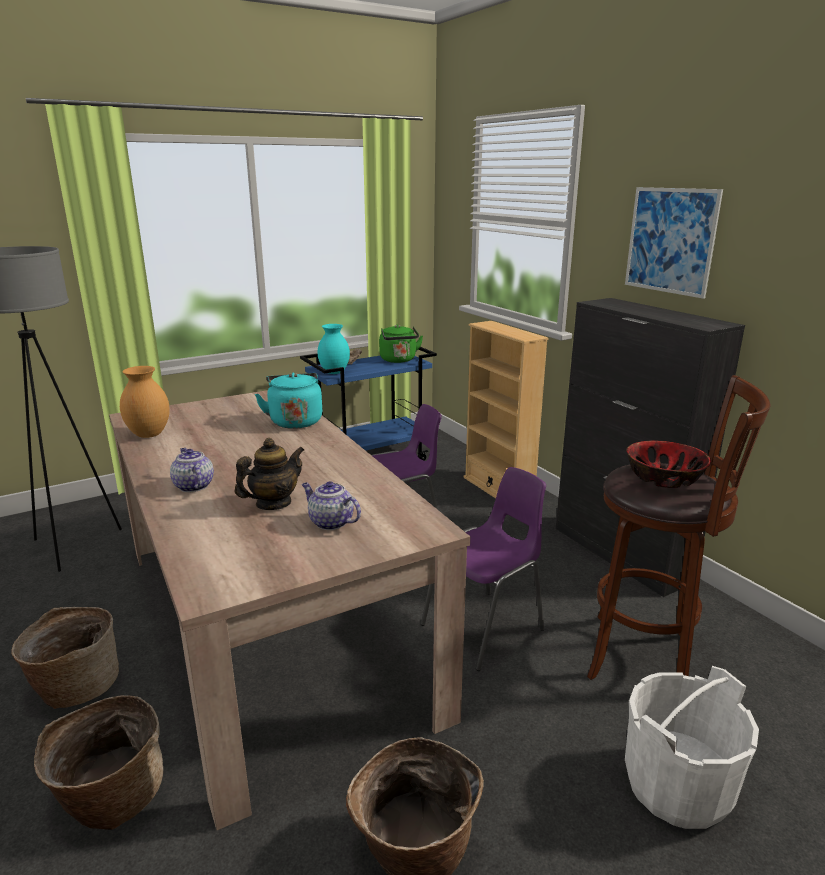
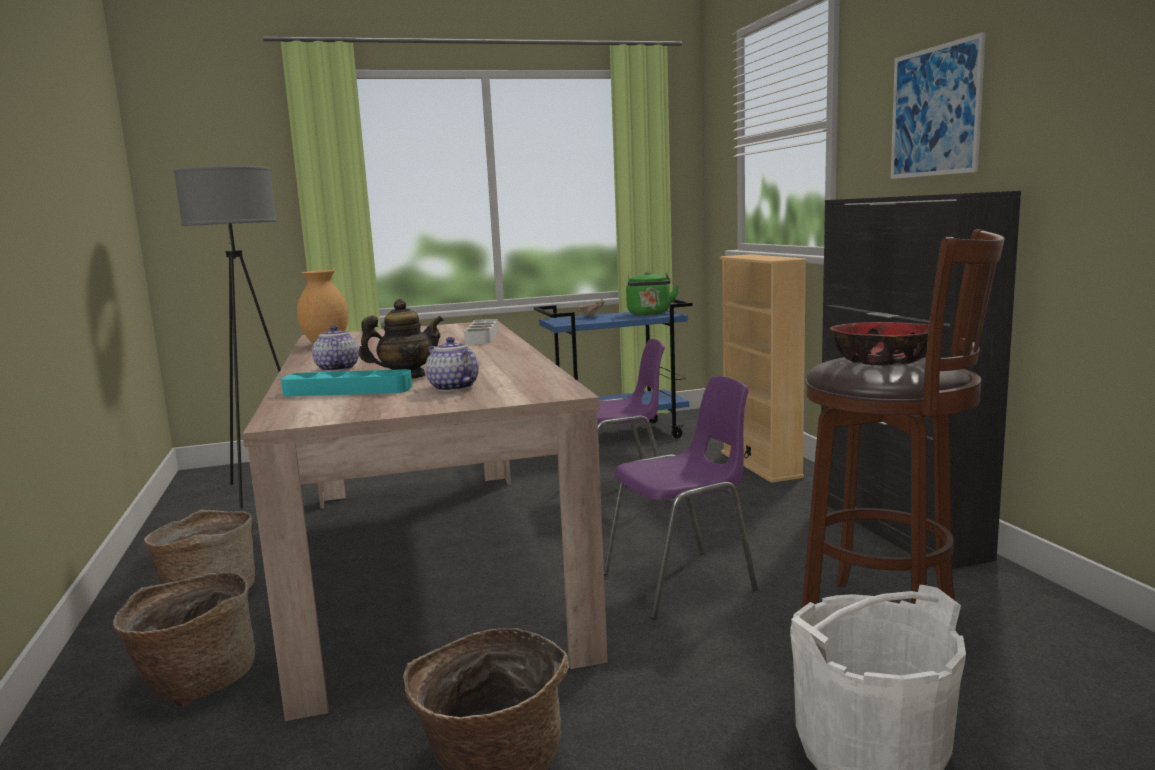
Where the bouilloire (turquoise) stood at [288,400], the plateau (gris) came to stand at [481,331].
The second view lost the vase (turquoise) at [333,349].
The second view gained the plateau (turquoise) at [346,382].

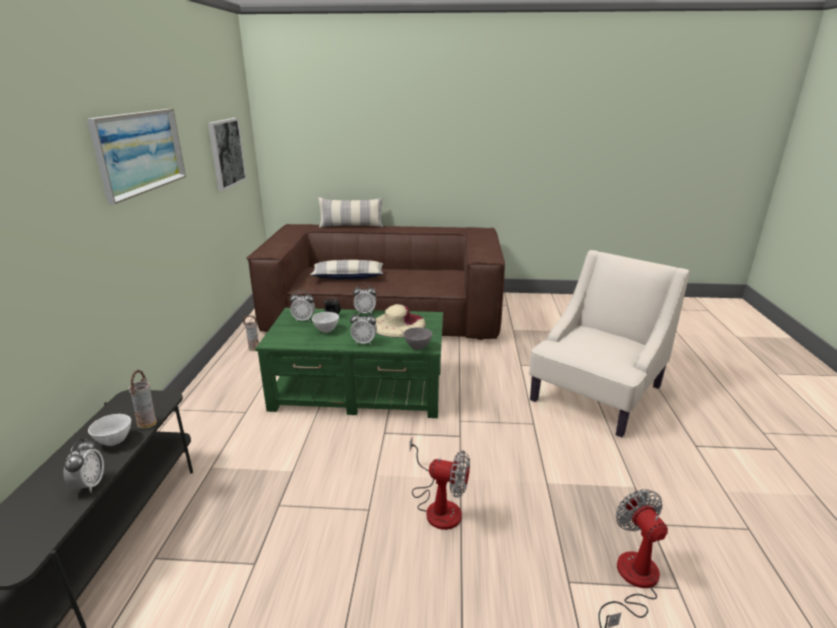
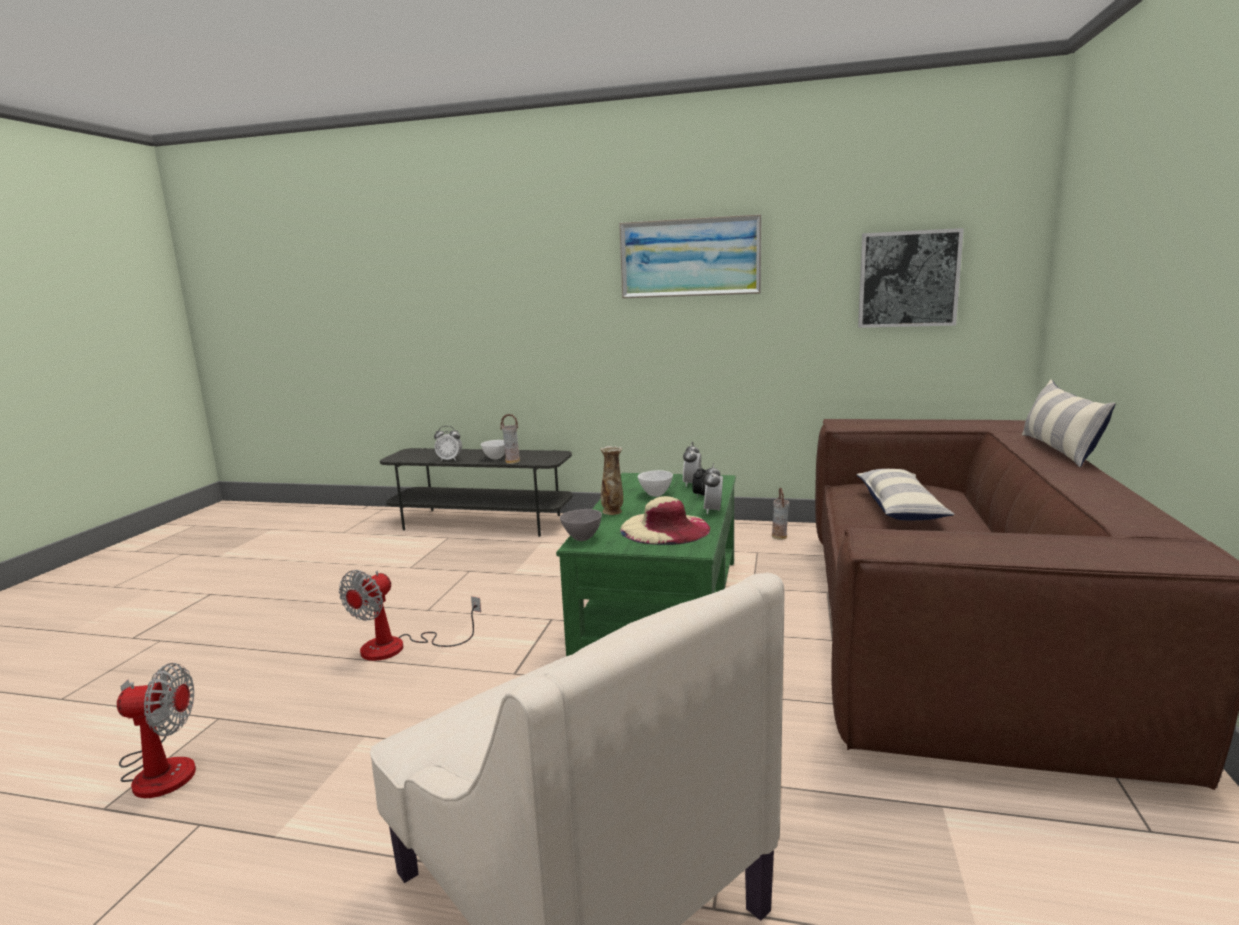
Where the réveil stood at [363,328], the vase came to stand at [611,480].

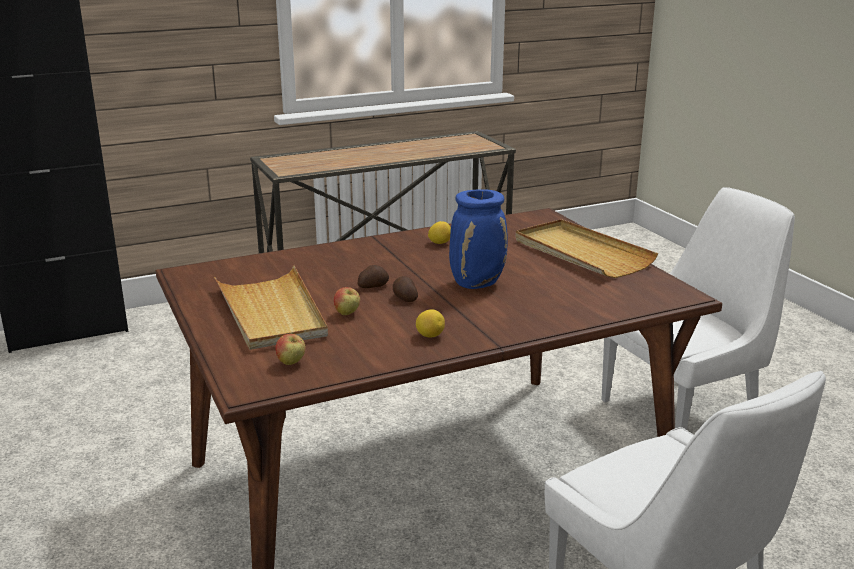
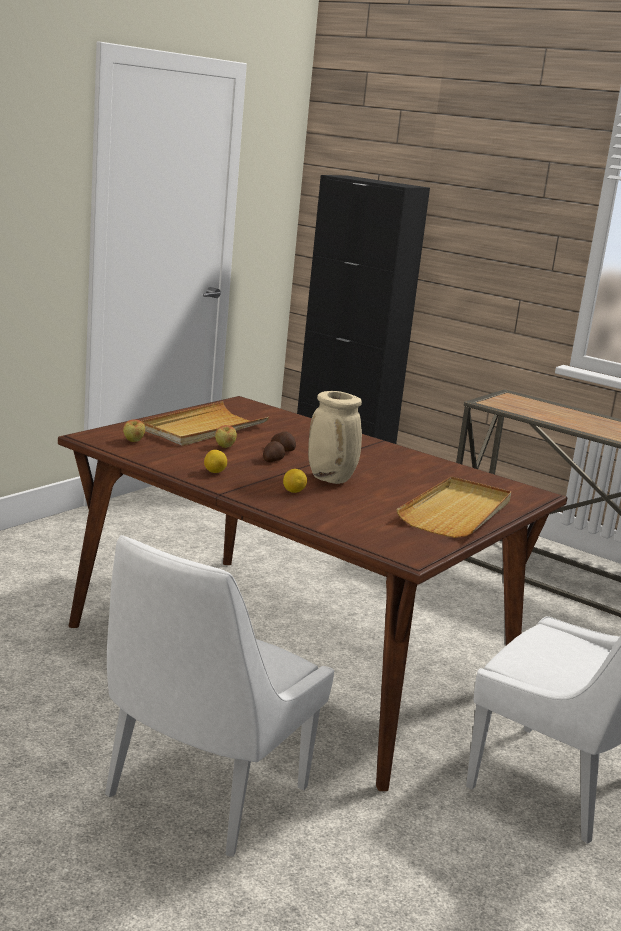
The citron ended up elsewhere, having gone from [439,232] to [295,481].
What was the vase (bleu) at [478,239] turned into the vase (beige) at [335,437].

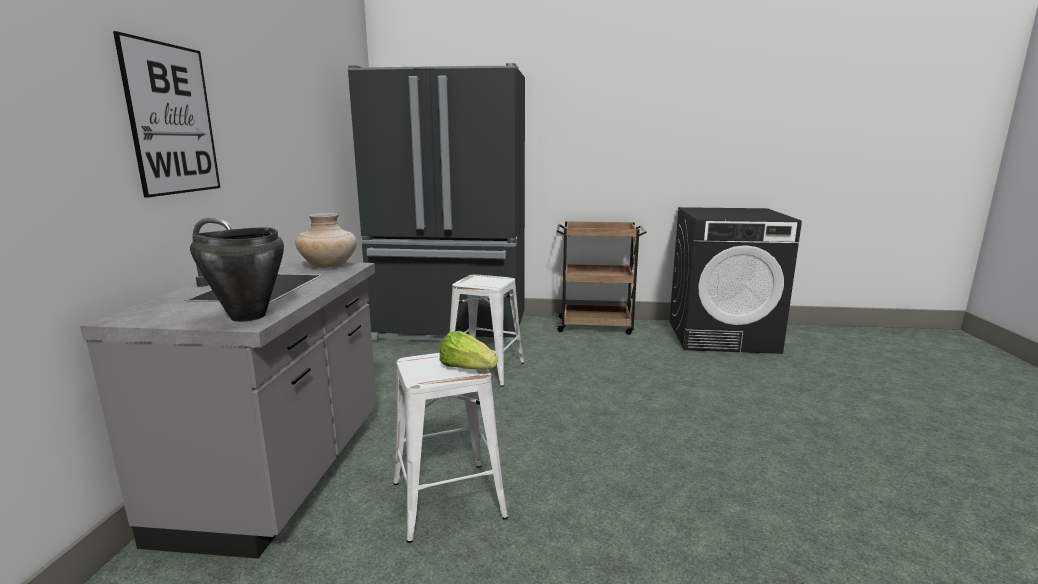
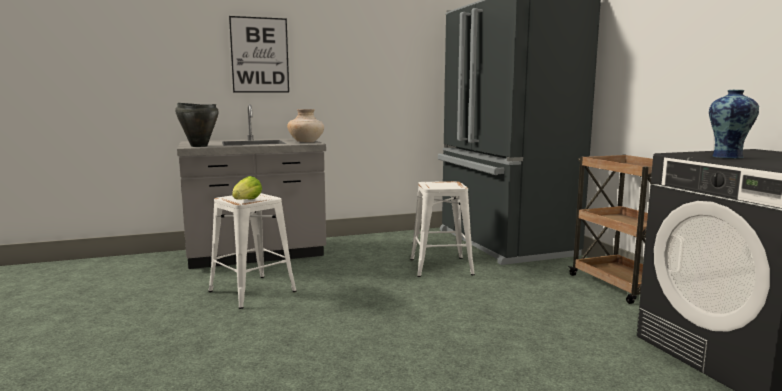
The second view gained the vase at [734,124].

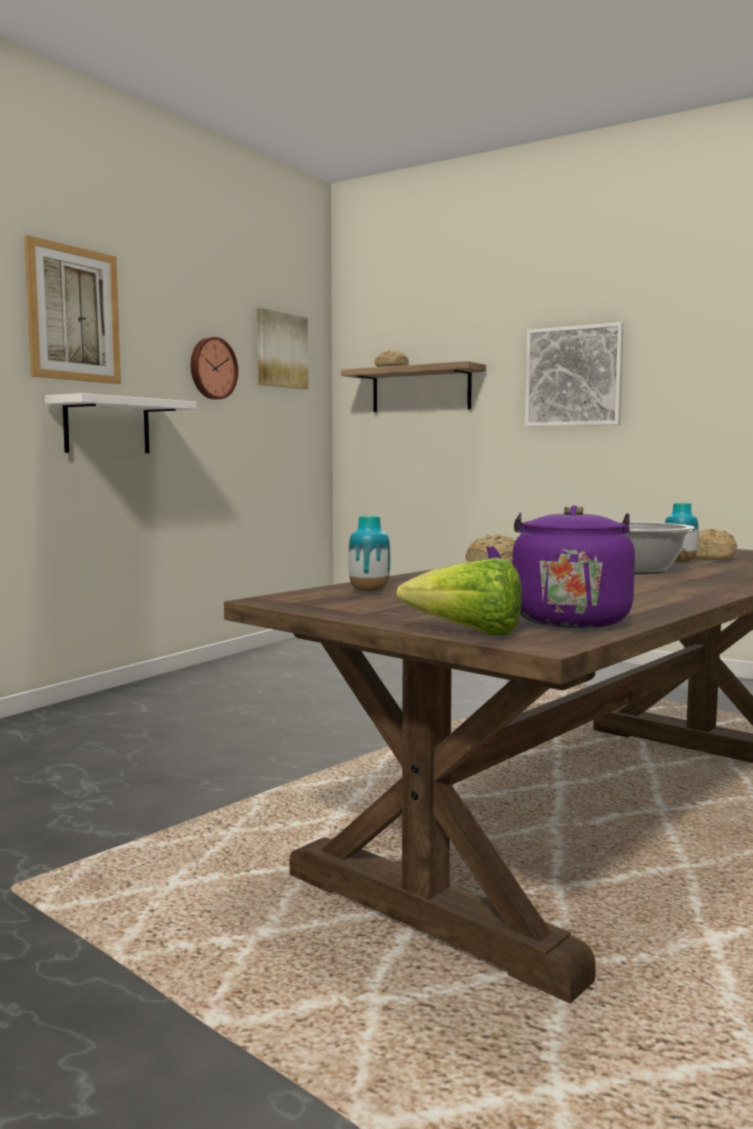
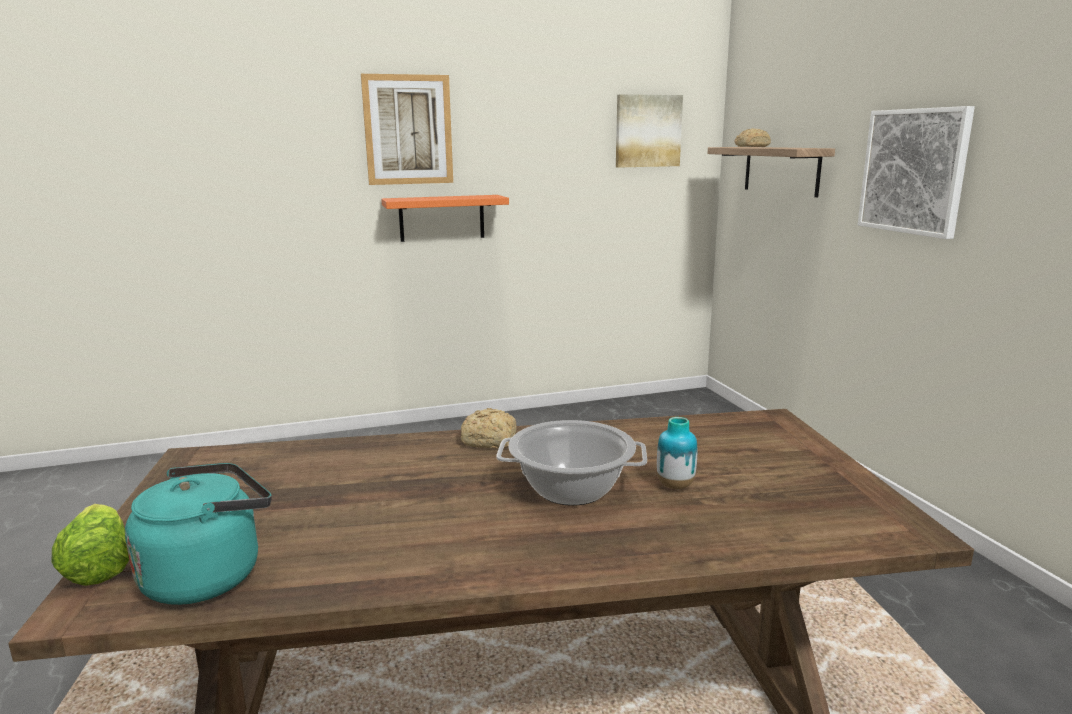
What was the étagère (blanc) at [121,423] turned into the étagère (orange) at [445,218].
The second view lost the horloge murale at [214,368].
The second view lost the vase at [369,553].
What was the bouilloire (violet) at [560,566] turned into the bouilloire (turquoise) at [198,534].
The second view lost the pain at [715,544].

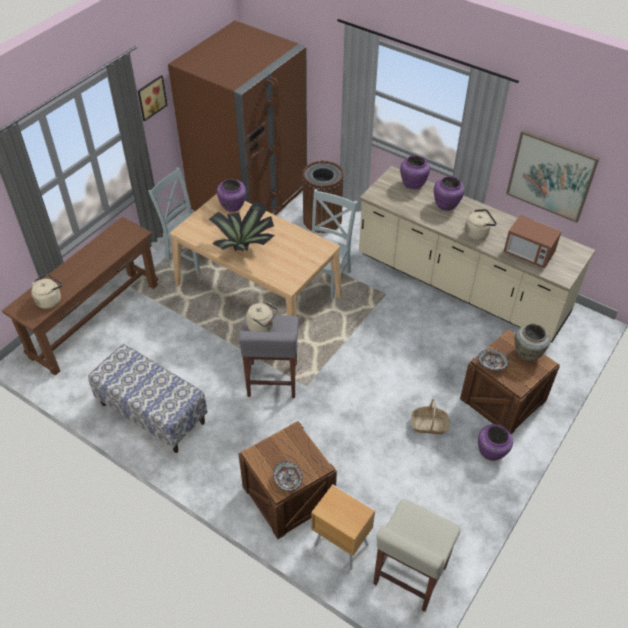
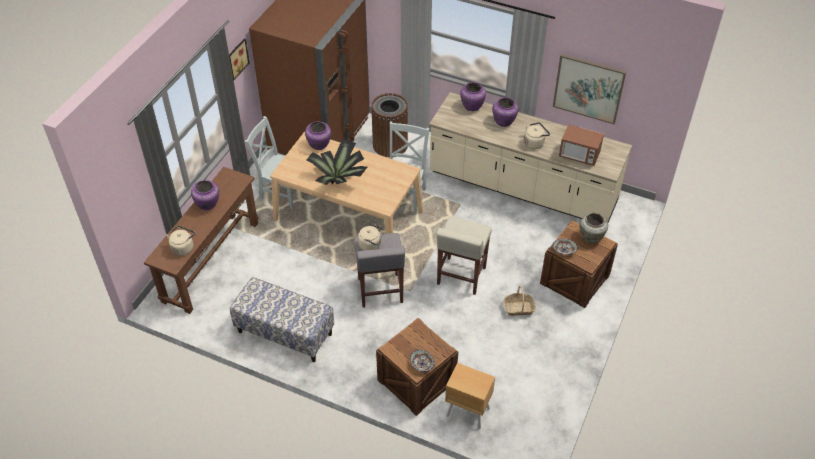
The tabouret (beige) ended up elsewhere, having gone from [417,555] to [464,256].
The vase (violet) ended up elsewhere, having gone from [495,442] to [205,195].

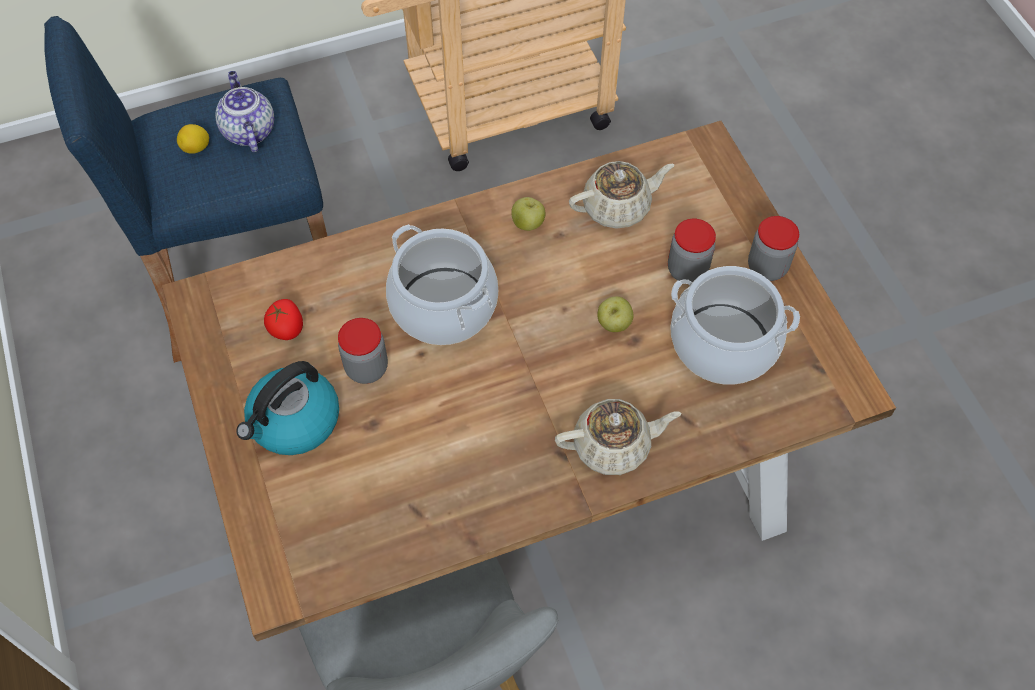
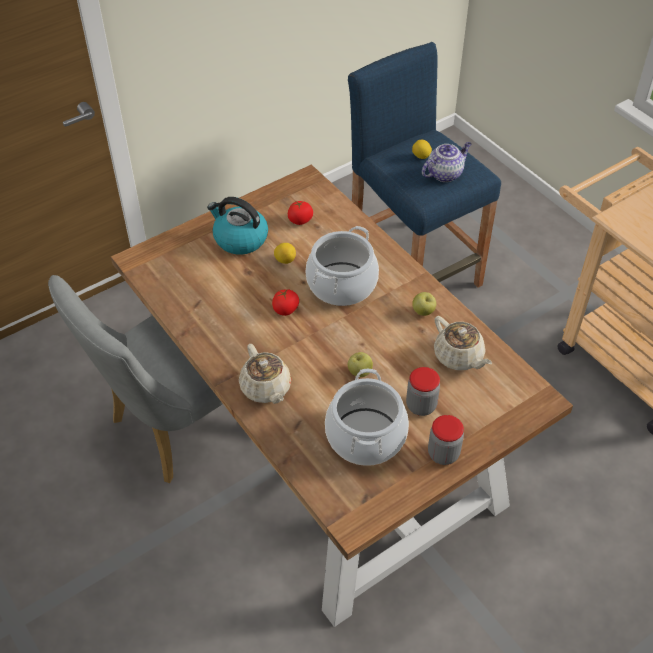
Where the bocal stood at [363,351], the citron came to stand at [285,253].
The second view gained the tomate at [285,302].

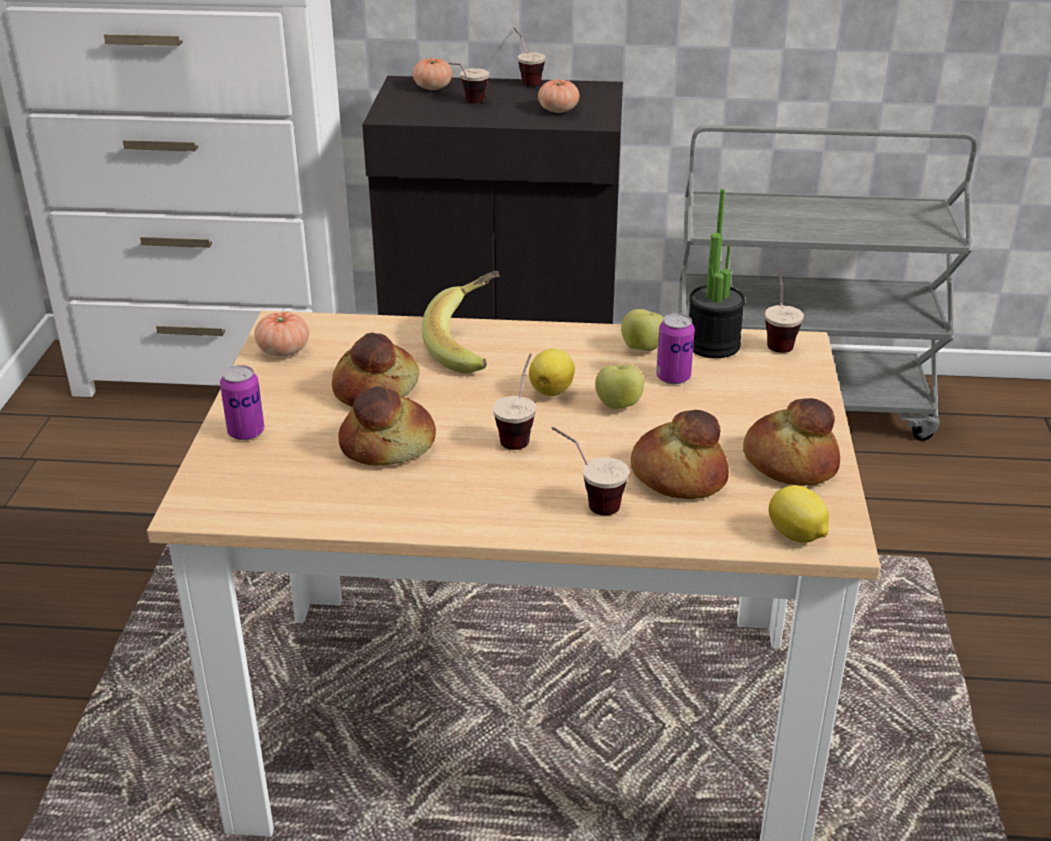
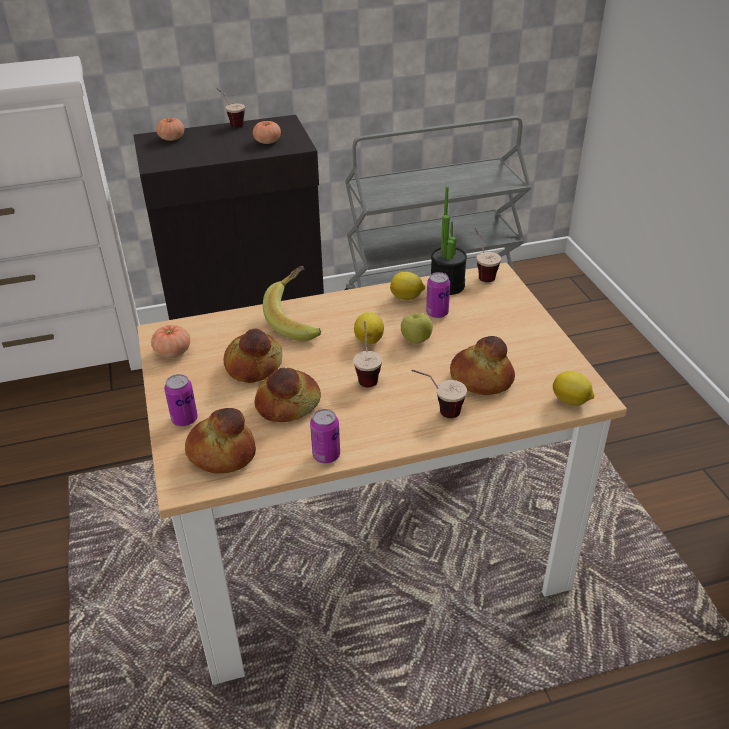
The second view lost the tasse at [468,83].
Where the pomme stood at [642,330], the citron came to stand at [407,286].
The pain ended up elsewhere, having gone from [791,442] to [220,440].
The second view gained the boîte métallique at [325,436].

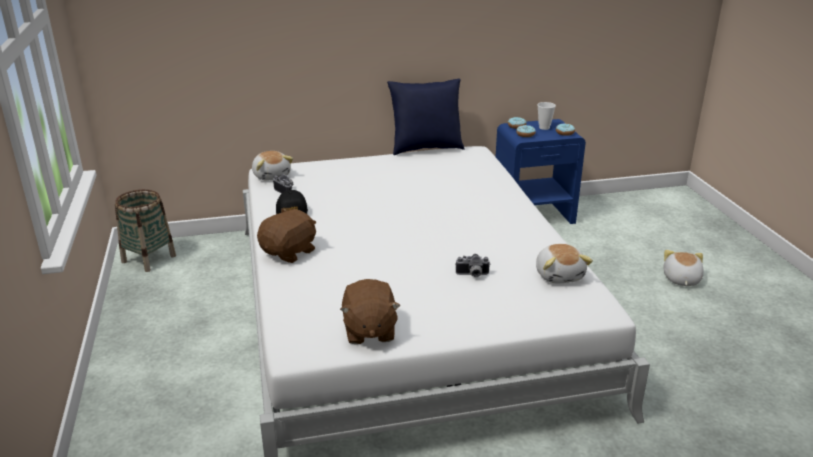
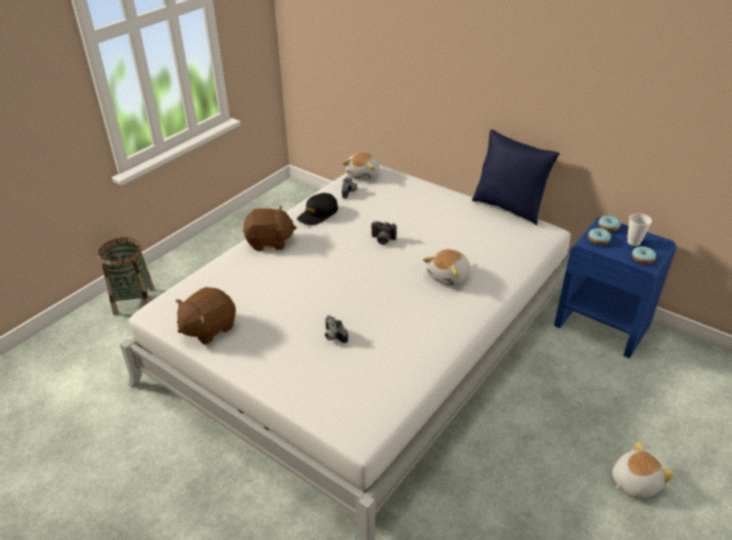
The panier ended up elsewhere, having gone from [145,230] to [126,276].
The peluche ended up elsewhere, having gone from [564,263] to [446,267].
The second view gained the appareil photo at [384,233].

